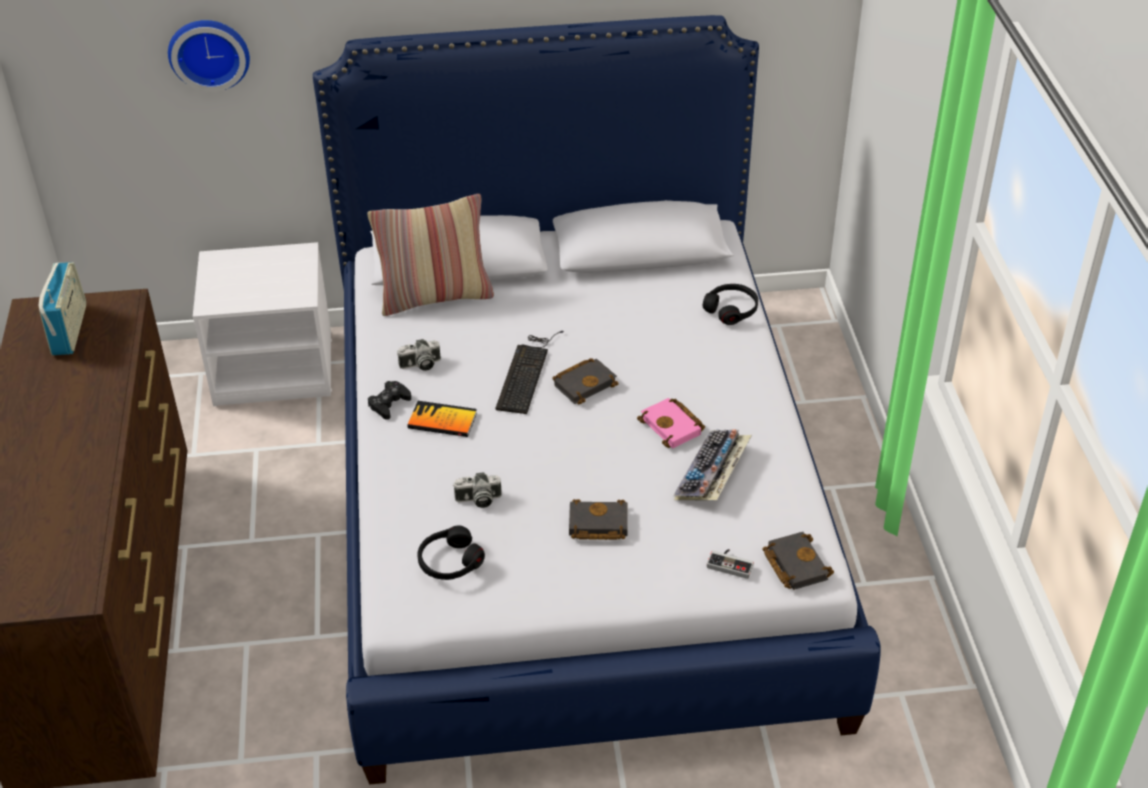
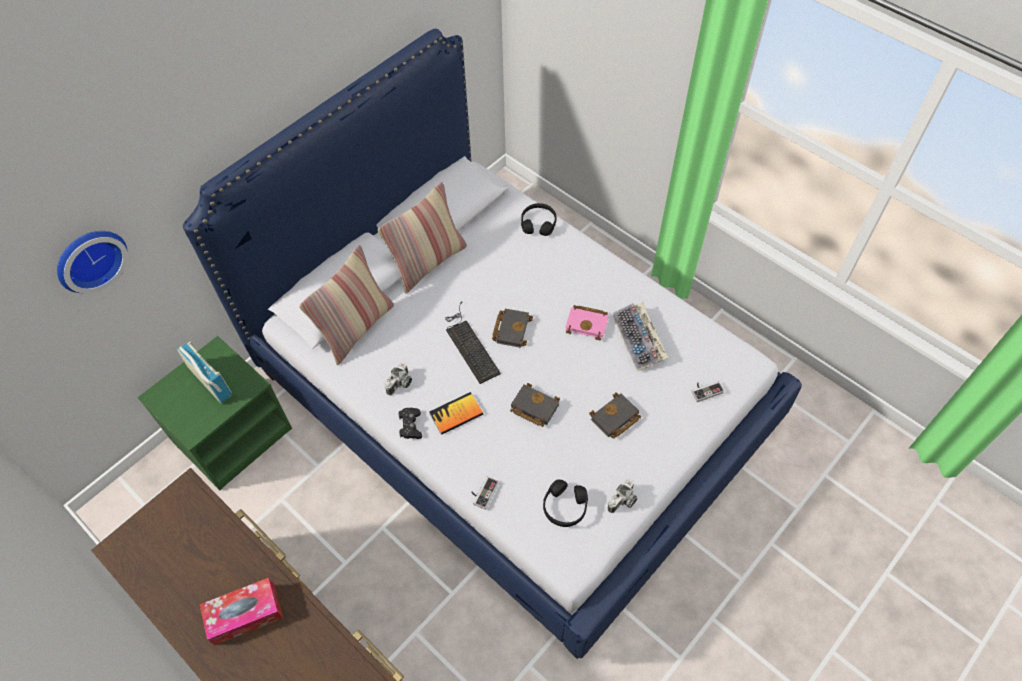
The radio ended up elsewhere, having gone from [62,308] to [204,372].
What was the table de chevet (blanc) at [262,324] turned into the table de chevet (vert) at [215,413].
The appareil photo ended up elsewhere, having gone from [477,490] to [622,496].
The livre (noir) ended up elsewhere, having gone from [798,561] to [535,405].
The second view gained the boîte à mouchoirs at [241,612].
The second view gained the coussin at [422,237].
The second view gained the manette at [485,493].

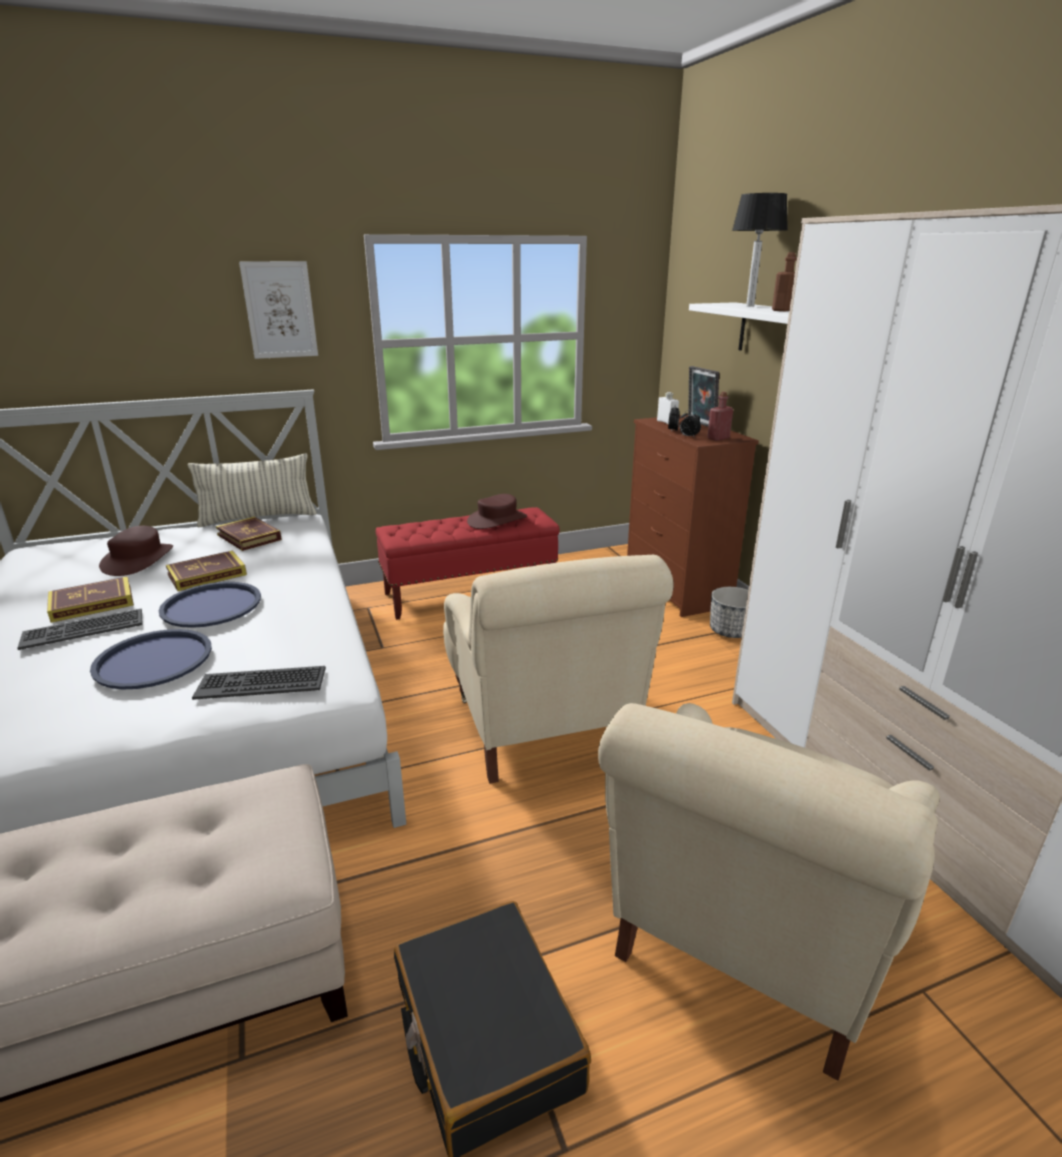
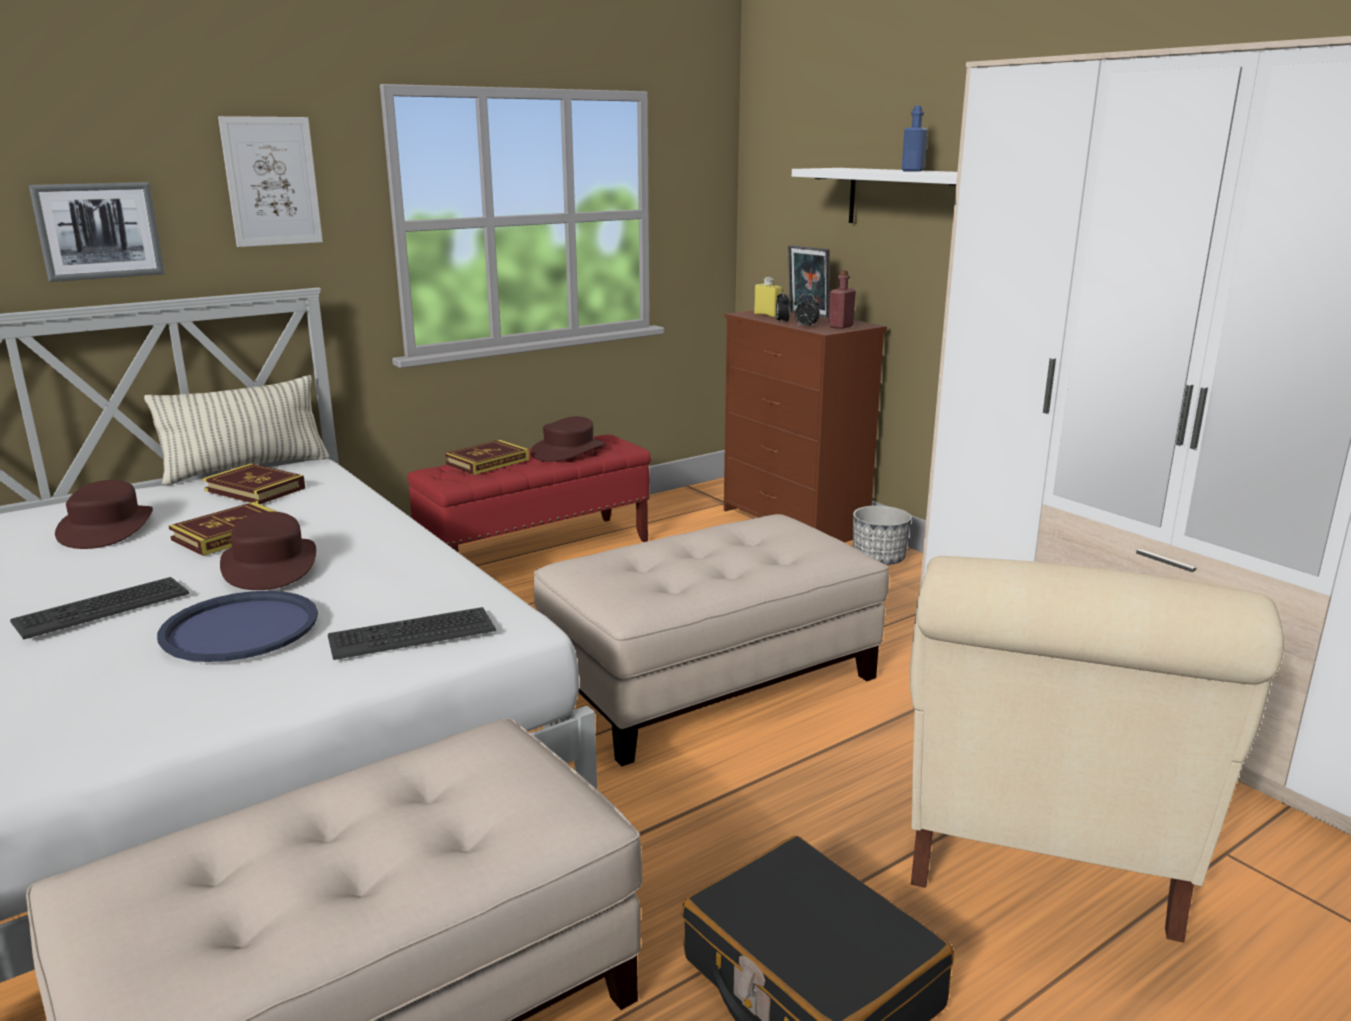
The livre ended up elsewhere, having gone from [90,599] to [487,457].
Where the plateau (bleu) stood at [210,605], the chapeau (marron) came to stand at [268,551].
Where the fauteuil (beige) stood at [558,669], the pouf (beige) came to stand at [711,640].
What was the bouteille (blanc) at [668,408] turned into the bouteille (jaune) at [768,297].
The second view lost the lampe de table at [760,250].
What was the bouteille (marron) at [784,281] turned into the bouteille (bleu) at [915,139].
The second view gained the tableau at [96,232].

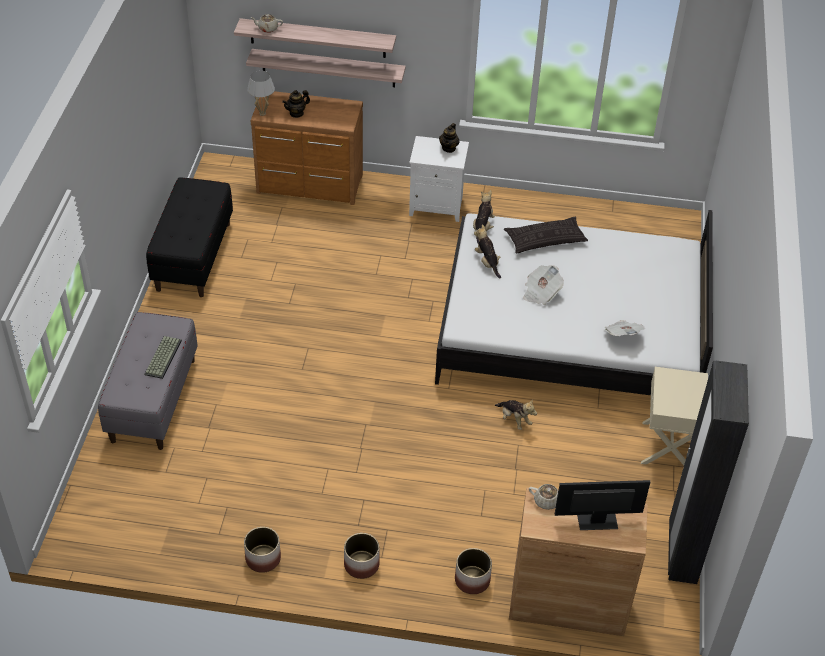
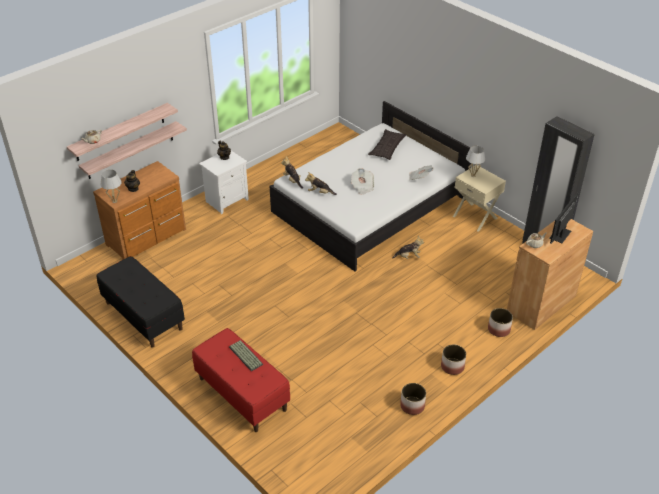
What was the banc (gris) at [148,381] turned into the banc (rouge) at [241,380].
The coussin ended up elsewhere, having gone from [546,235] to [387,144].
The second view gained the lampe de table (blanc) at [475,161].

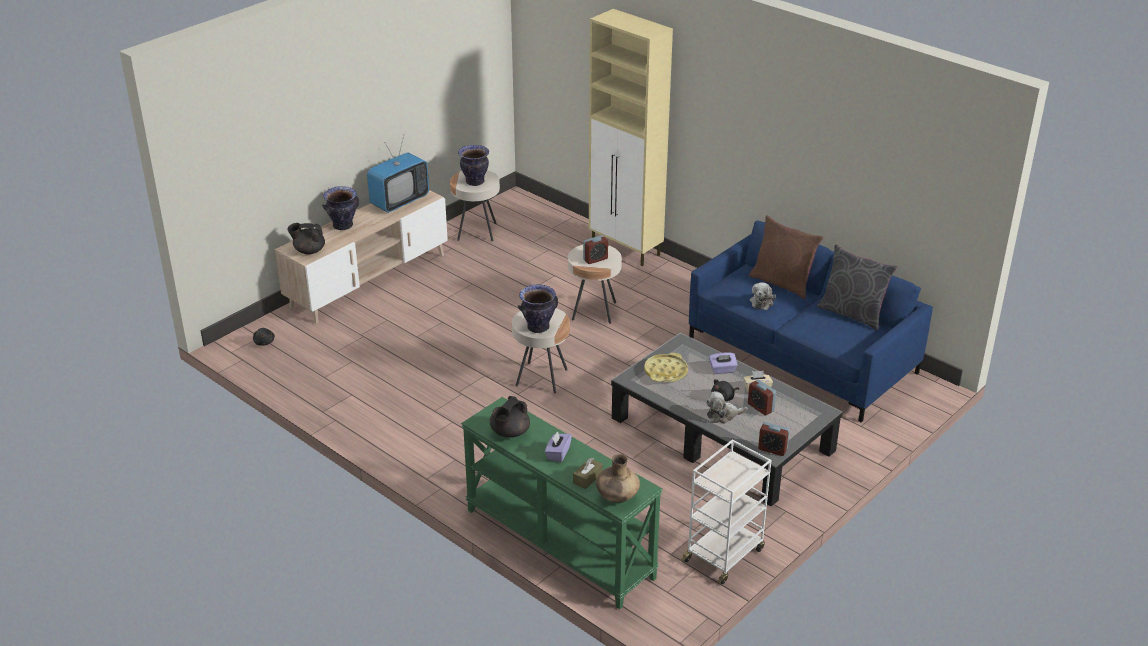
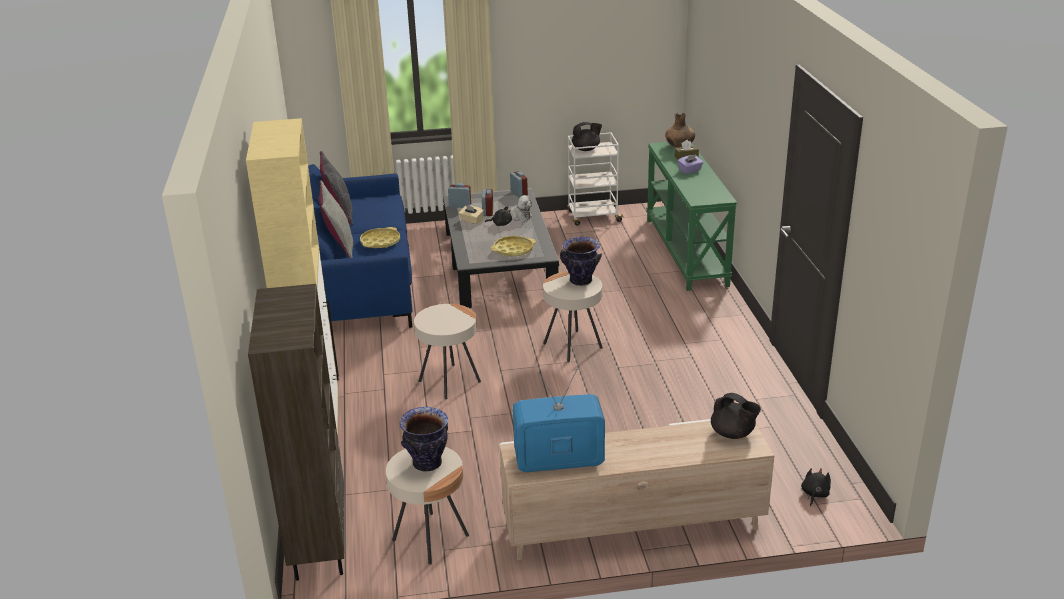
The second view lost the vase at [340,208].
The théière (noir) ended up elsewhere, having gone from [510,417] to [587,136].
The réveil ended up elsewhere, having gone from [595,249] to [459,195].
The second view lost the boîte à mouchoirs (violet) at [723,363].
What was the coussin (marron) at [786,257] turned into the coussin (gris) at [336,219].
Where the peluche stood at [763,296], the plateau (jaune) came to stand at [380,237].
The second view gained the bibliothèque (marron) at [296,432].

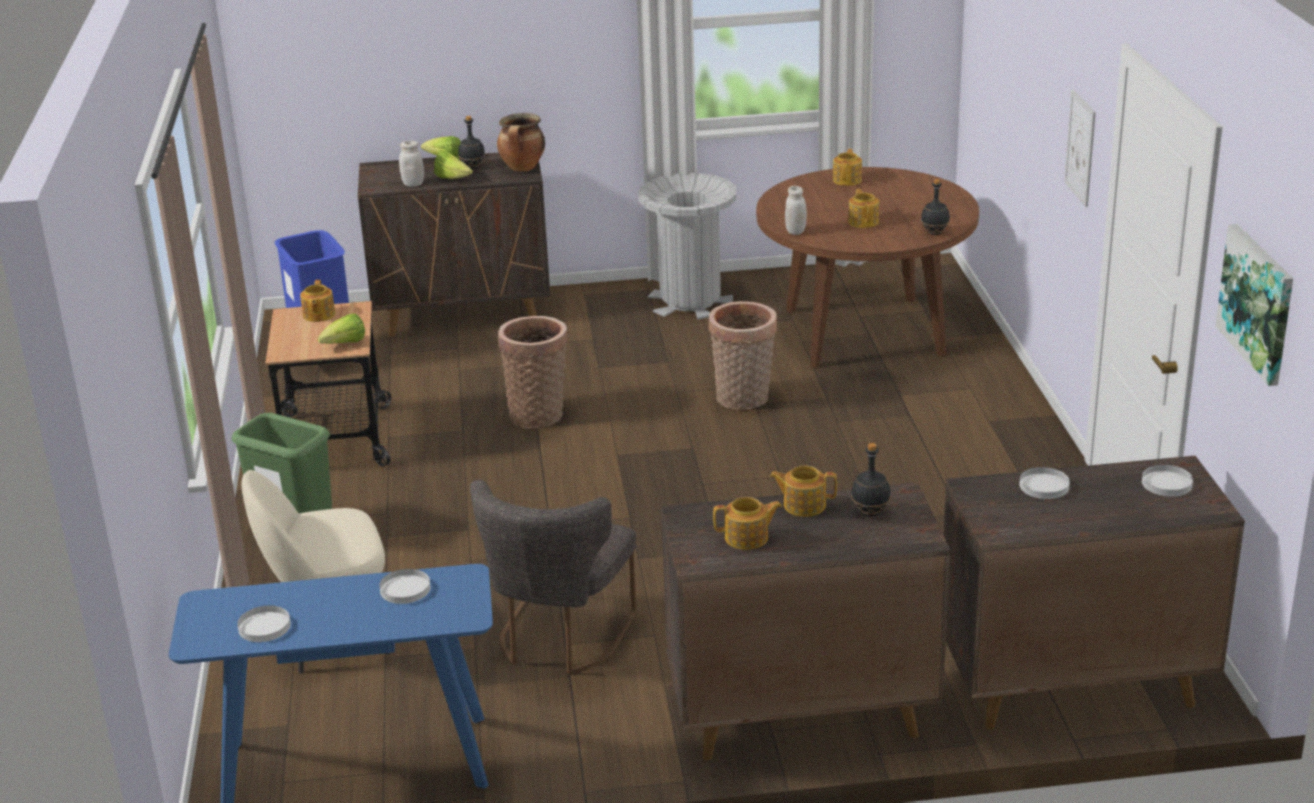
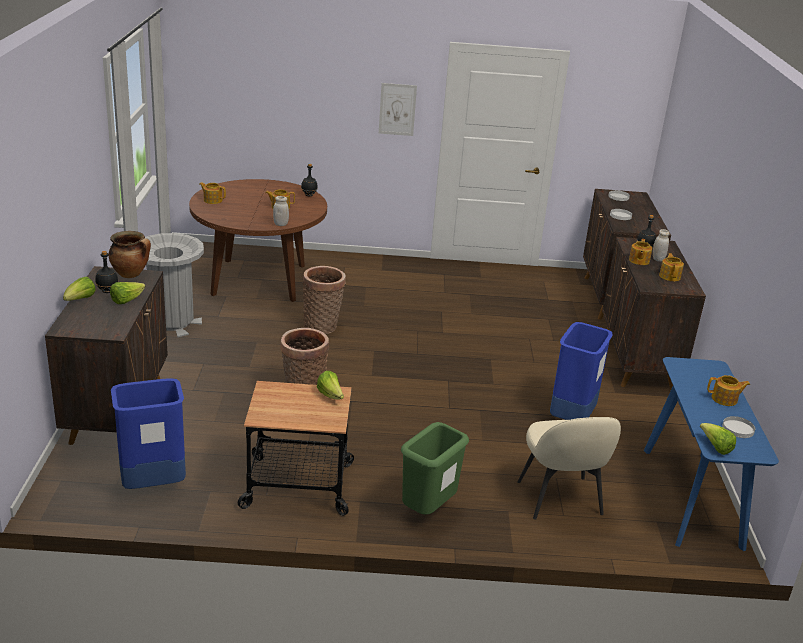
The théière ended up elsewhere, having gone from [317,301] to [728,390].
The second view lost the assiette (blanc) at [405,586].
The bocal (blanc) ended up elsewhere, having gone from [411,164] to [661,245].
Where the chaise (gris) stood at [553,577], the poubelle (bleu) came to stand at [581,371].
The second view lost the tableau at [1254,305].
The second view gained the laitue at [718,439].

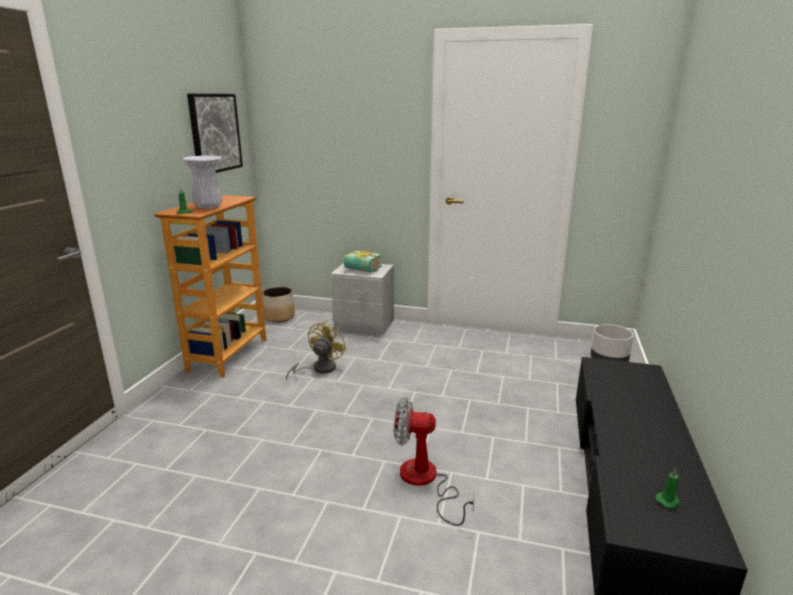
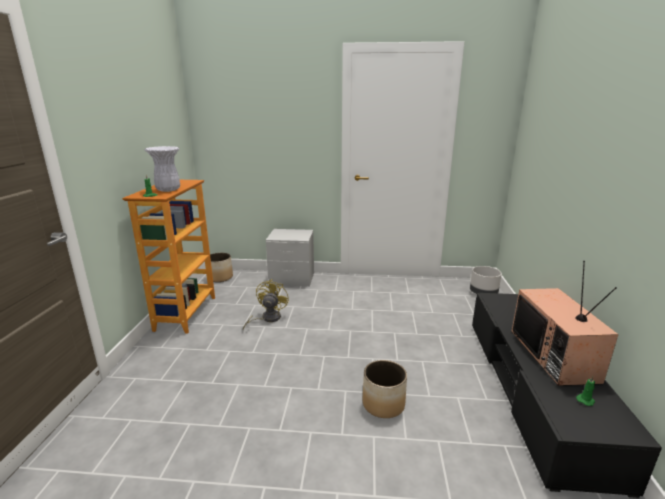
The second view lost the tableau at [215,133].
The second view lost the livre at [363,261].
Where the ventilateur stood at [434,461], the cache-pot came to stand at [385,389].
The second view gained the téléviseur at [565,323].

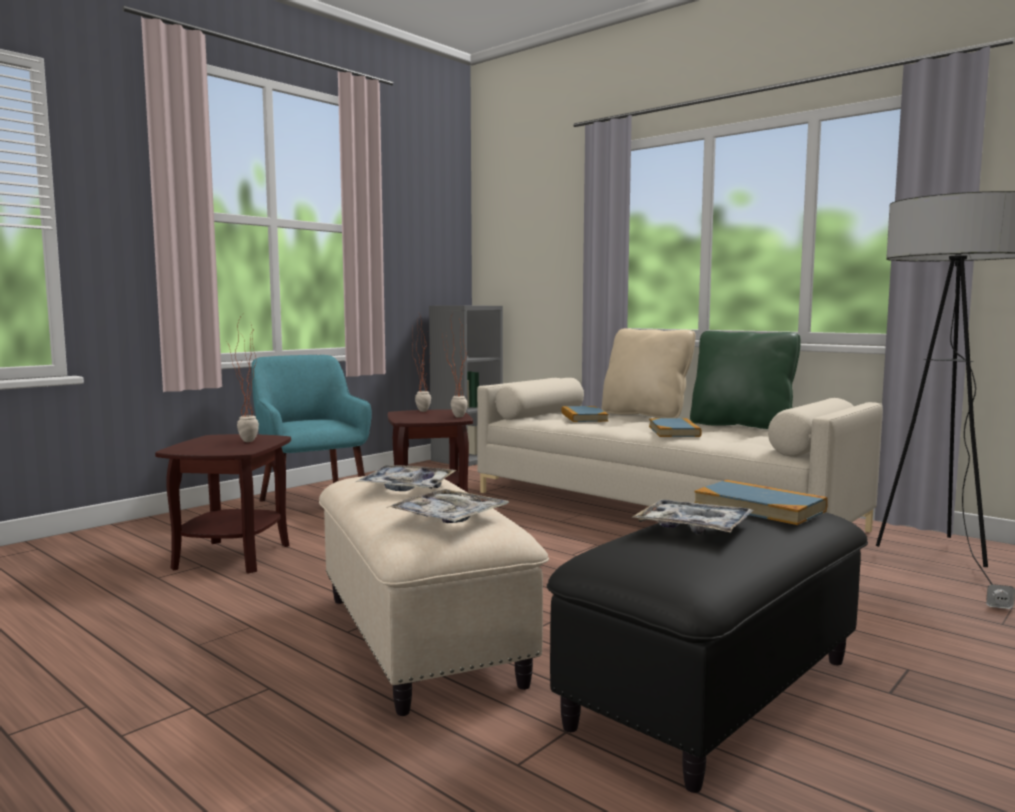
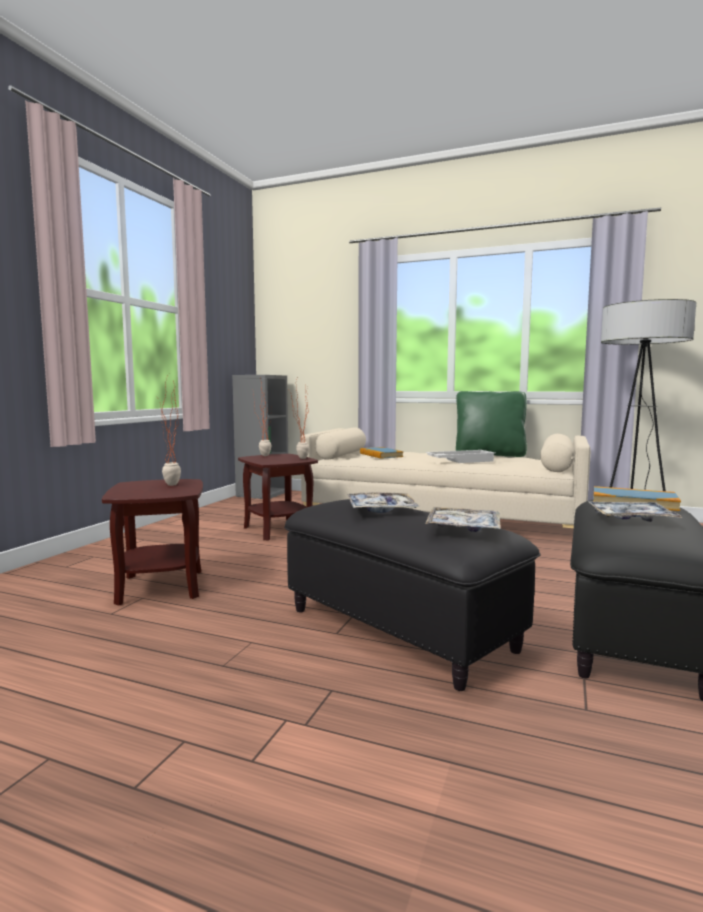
The second view lost the fauteuil (turquoise) at [312,428].
What was the pouf (beige) at [434,596] turned into the pouf (noir) at [412,595].
The second view lost the coussin (beige) at [649,373].
Where the livre stood at [675,427], the plateau (blanc) came to stand at [461,456].

